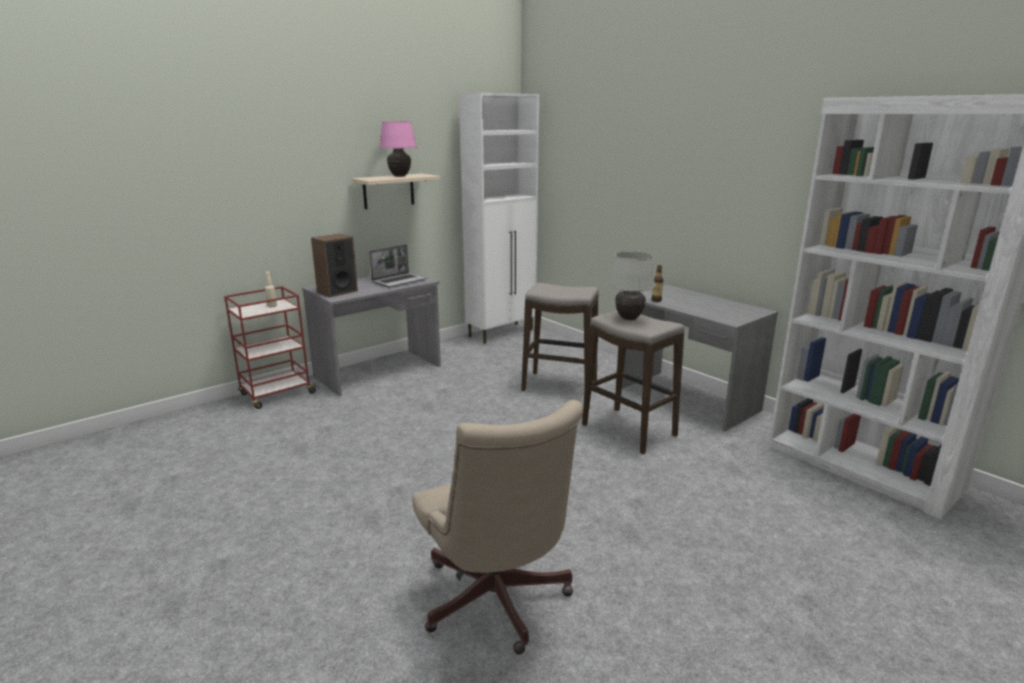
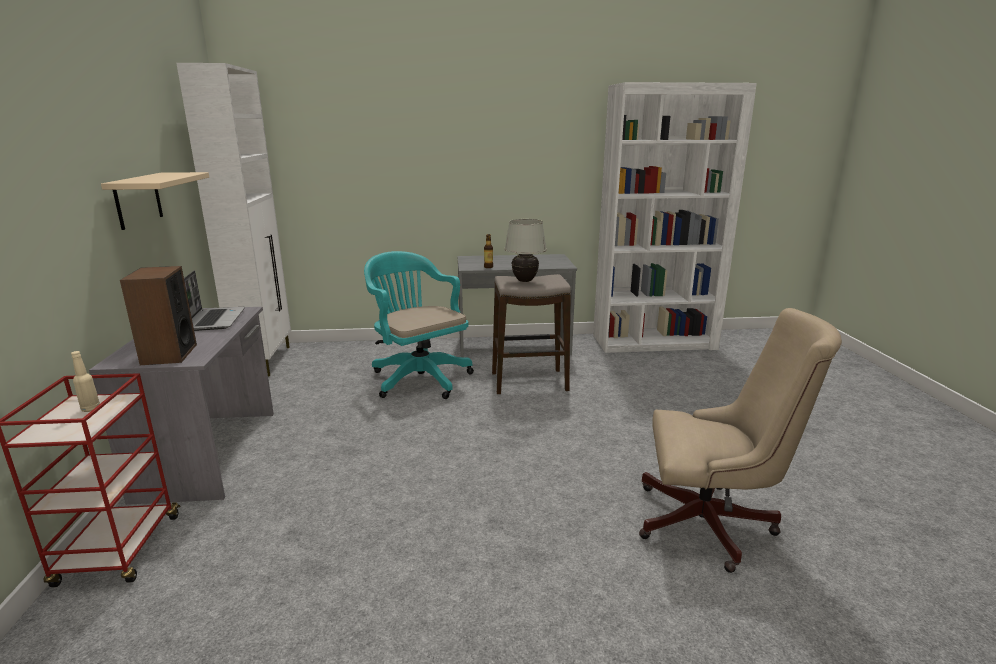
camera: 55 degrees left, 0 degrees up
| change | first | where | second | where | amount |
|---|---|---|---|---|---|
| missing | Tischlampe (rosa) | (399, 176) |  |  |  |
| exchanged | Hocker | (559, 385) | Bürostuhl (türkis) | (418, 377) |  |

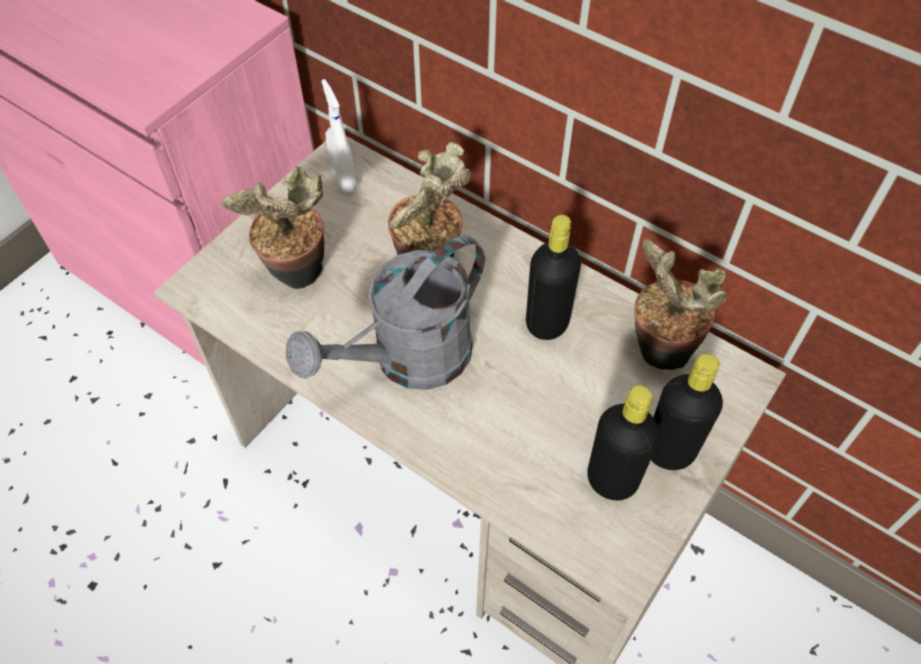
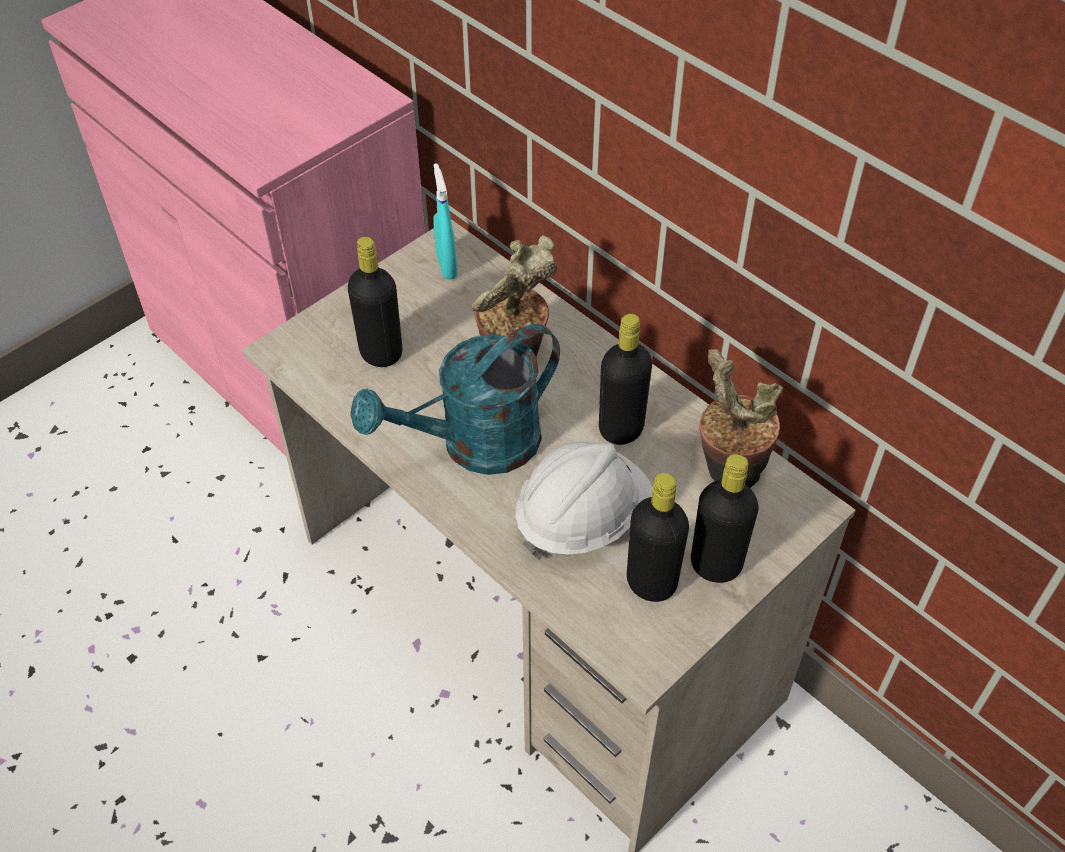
camera: 10 degrees right, 5 degrees down
| change | first | where | second | where | amount |
|---|---|---|---|---|---|
| exchanged | Topfpflanze | (296, 277) | Flasche (schwarz) | (381, 353) |  |
| colour | Gießkanne (grau) | (408, 361) | Gießkanne (türkis) | (474, 446) |  |
| colour | Sprühflasche (weiß) | (343, 179) | Sprühflasche (türkis) | (446, 266) |  |
| appeared |  |  | Schutzhelm (weiß) | (582, 517) |  |

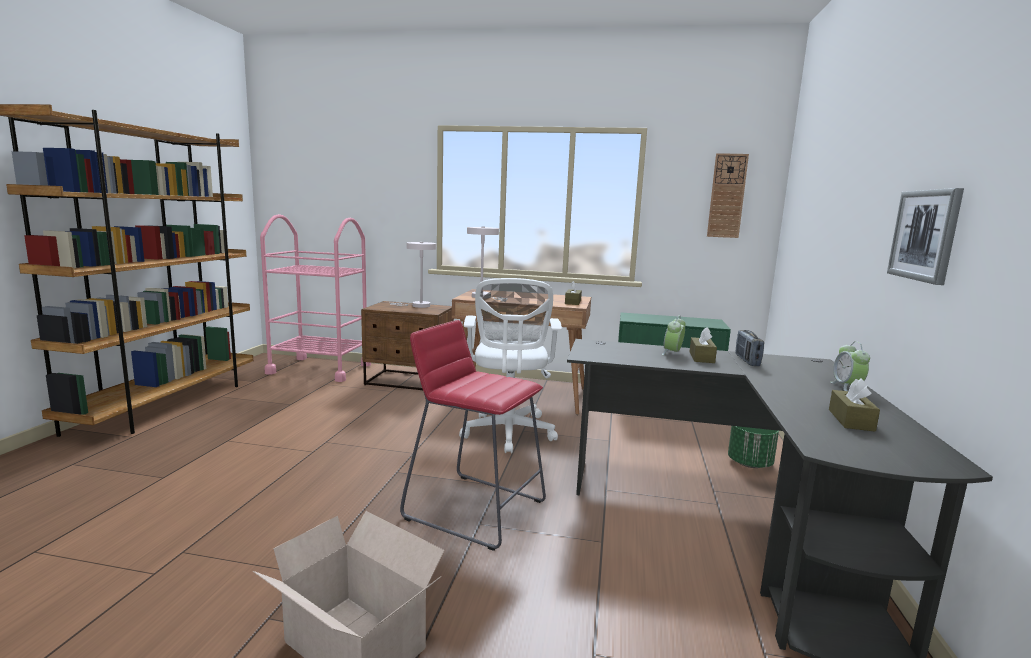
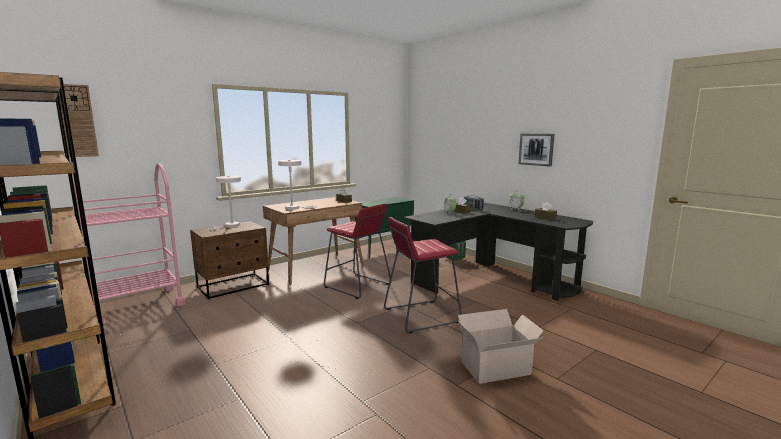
camera: 50 degrees left, 0 degrees up
| change | first | where | second | where | amount |
|---|---|---|---|---|---|
| exchanged | Bürostuhl (weiß) | (508, 433) | Hocker (rot) | (357, 286) |  |
| relocated | Wanduhr | (727, 196) |  | (77, 121) |  |

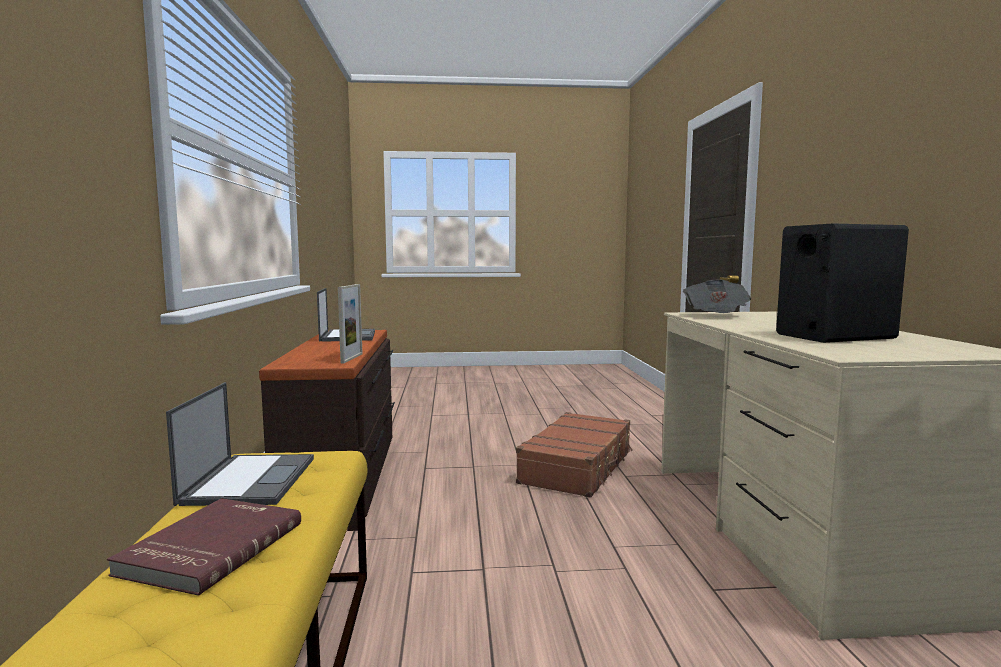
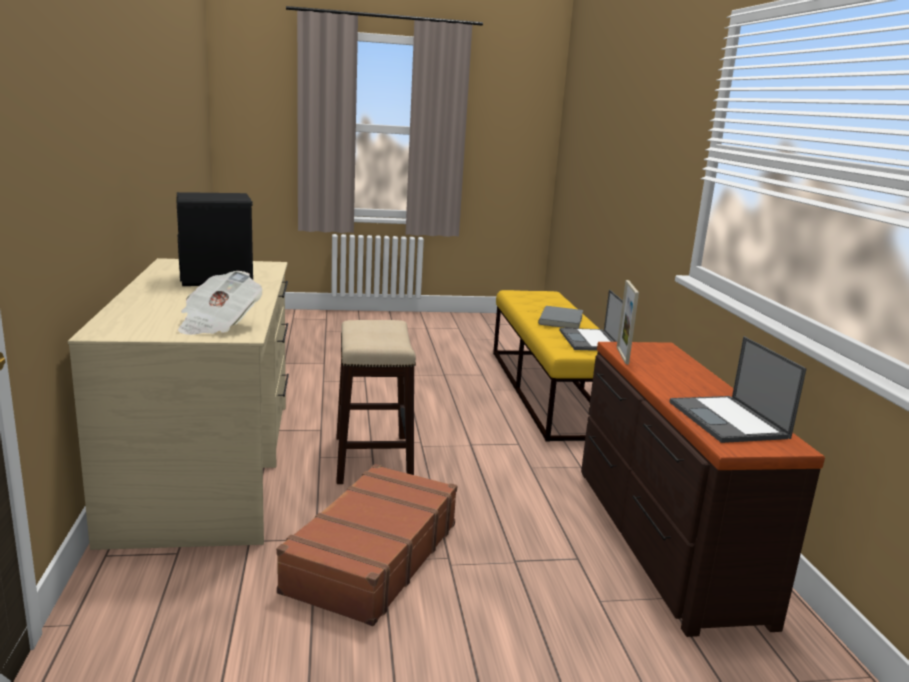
camera: 175 degrees right, 10 degrees up
| change | first | where | second | where | amount |
|---|---|---|---|---|---|
| colour | Buch (rot) | (210, 548) | Buch (grau) | (562, 320) |  |
| appeared |  |  | Hocker | (373, 459) |  |

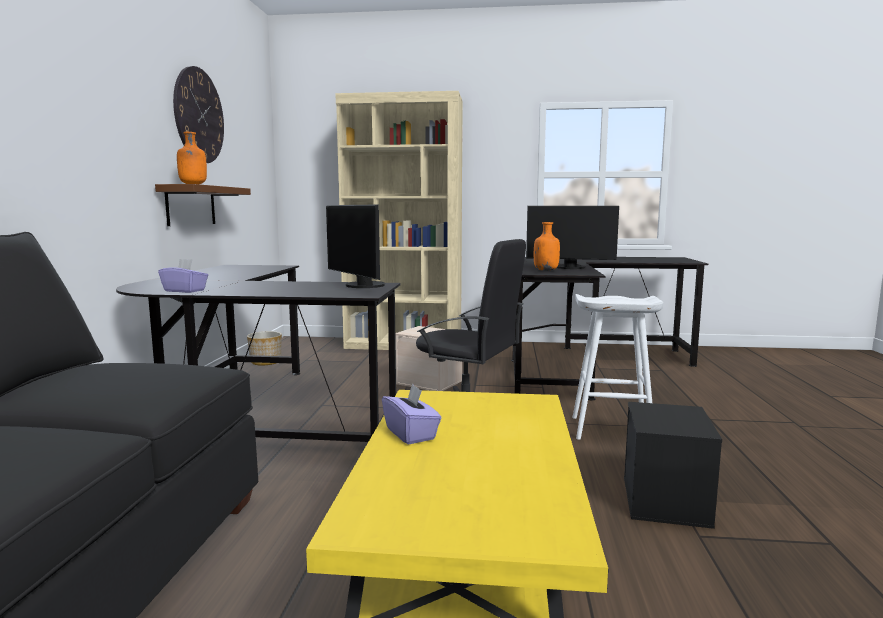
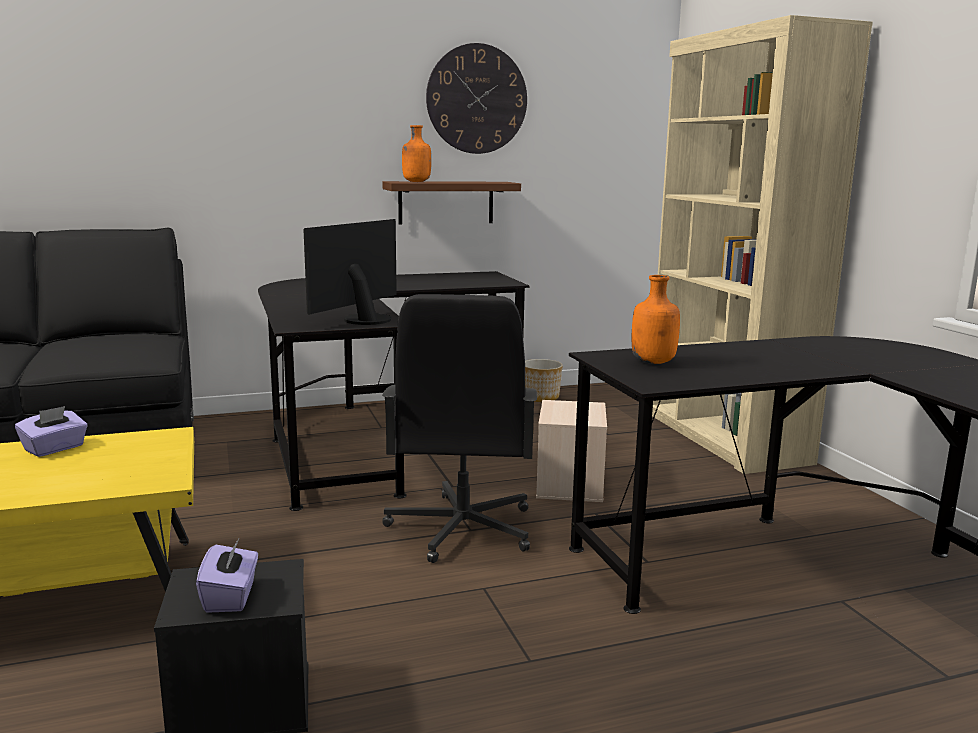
camera: 65 degrees right, 5 degrees up
| change | first | where | second | where | amount |
|---|---|---|---|---|---|
| relocated | Taschentuchbox (lila) | (185, 291) |  | (231, 597) |  |
| missing | Monitor | (570, 268) |  |  |  |
| missing | Hocker (weiß) | (610, 430) |  |  |  |

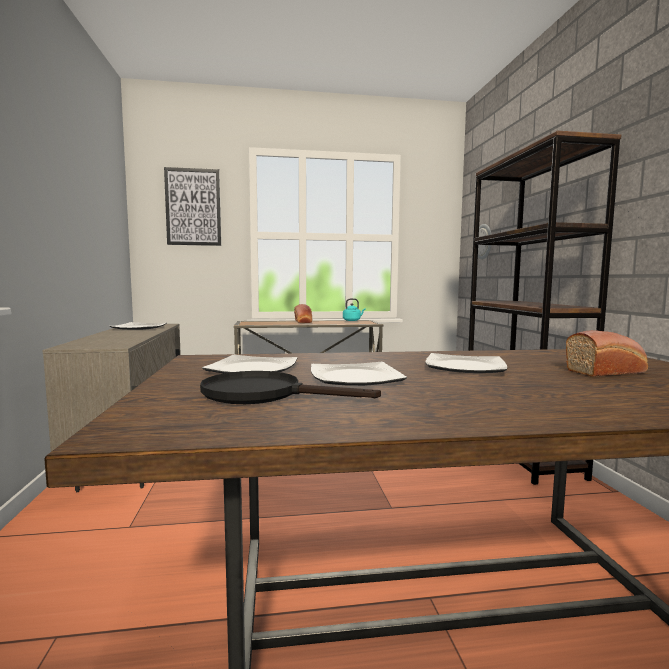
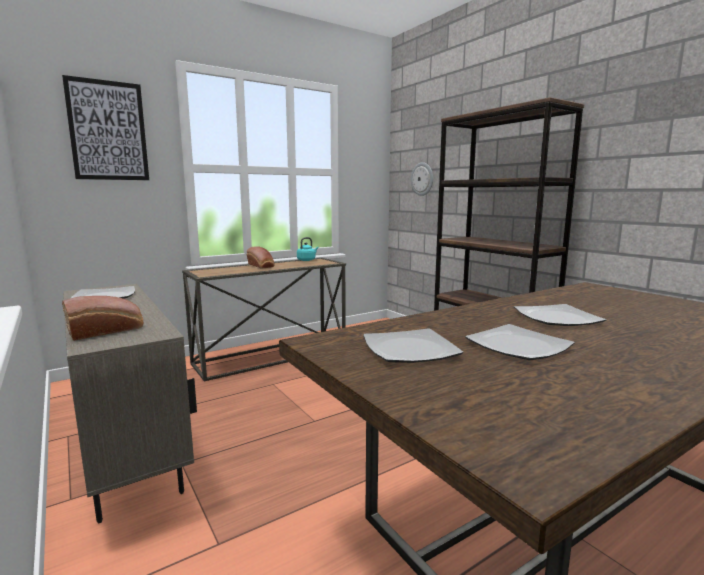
camera: 25 degrees left, 5 degrees up
| change | first | where | second | where | amount |
|---|---|---|---|---|---|
| missing | Pfanne (schwarz) | (265, 394) |  |  |  |
| relocated | Brot | (607, 371) |  | (107, 330) |  |

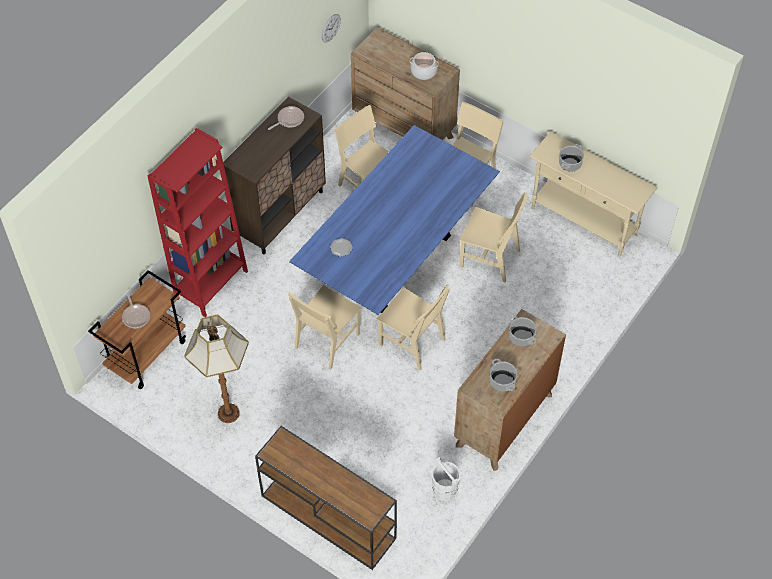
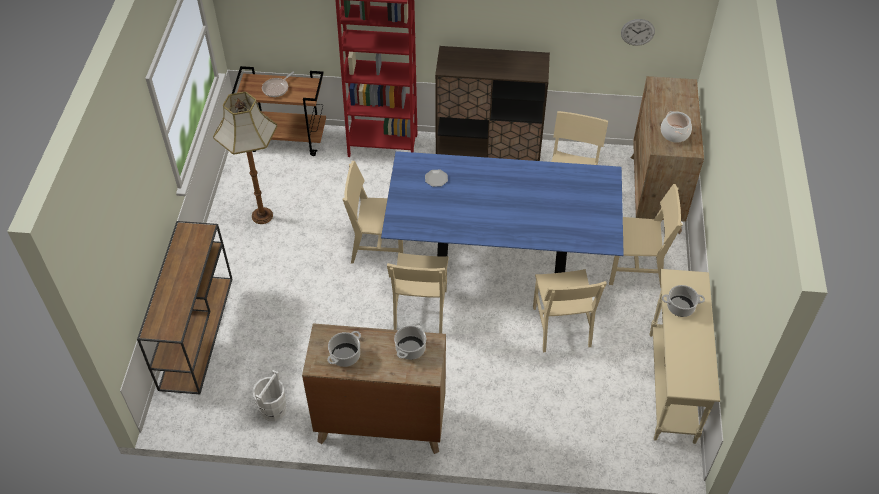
camera: 60 degrees right, 5 degrees down
| change | first | where | second | where | amount |
|---|---|---|---|---|---|
| missing | Pfanne | (289, 119) |  |  |  |

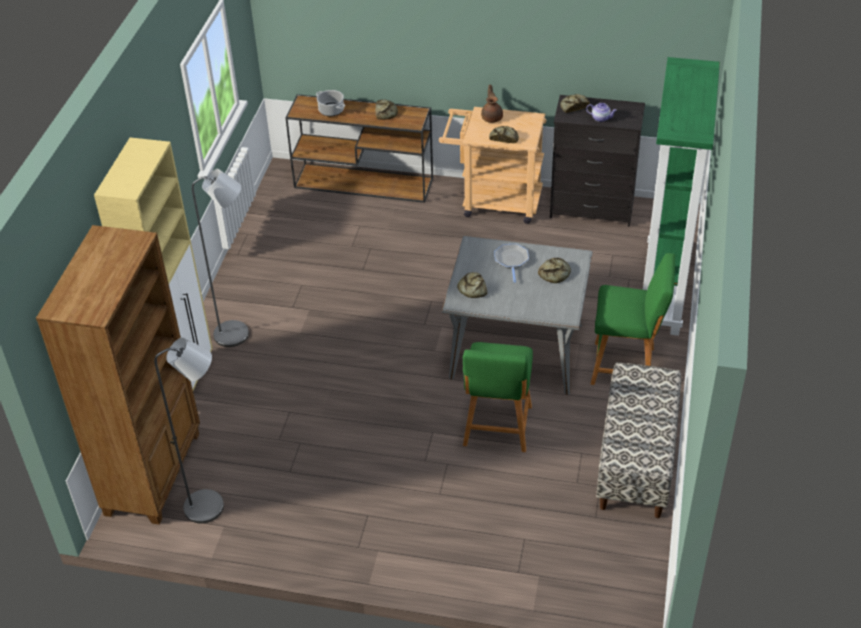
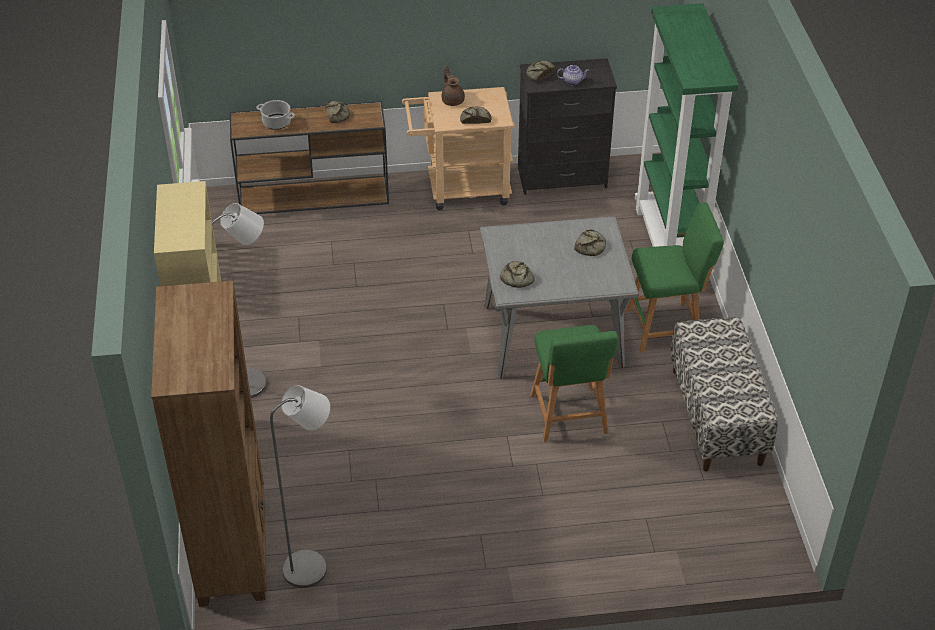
camera: 20 degrees left, 0 degrees up
| change | first | where | second | where | amount |
|---|---|---|---|---|---|
| missing | Pfanne | (511, 261) |  |  |  |

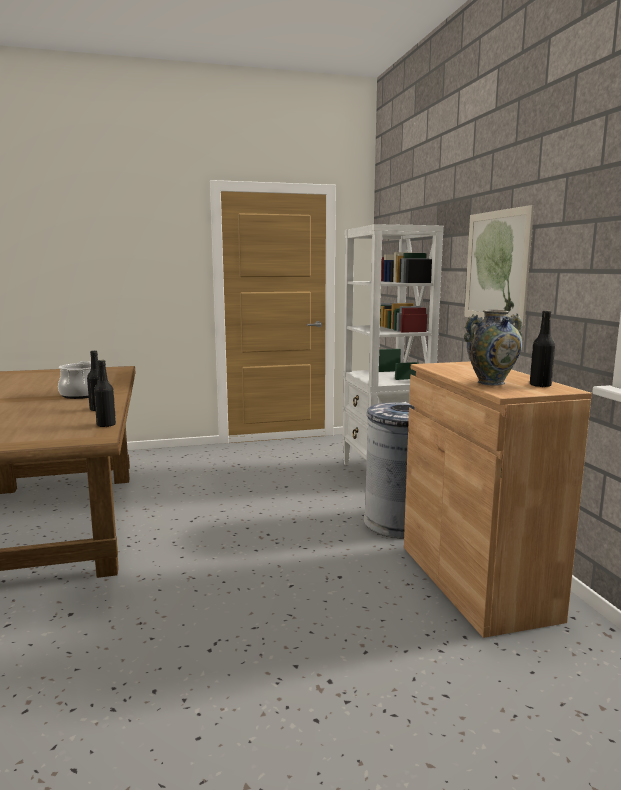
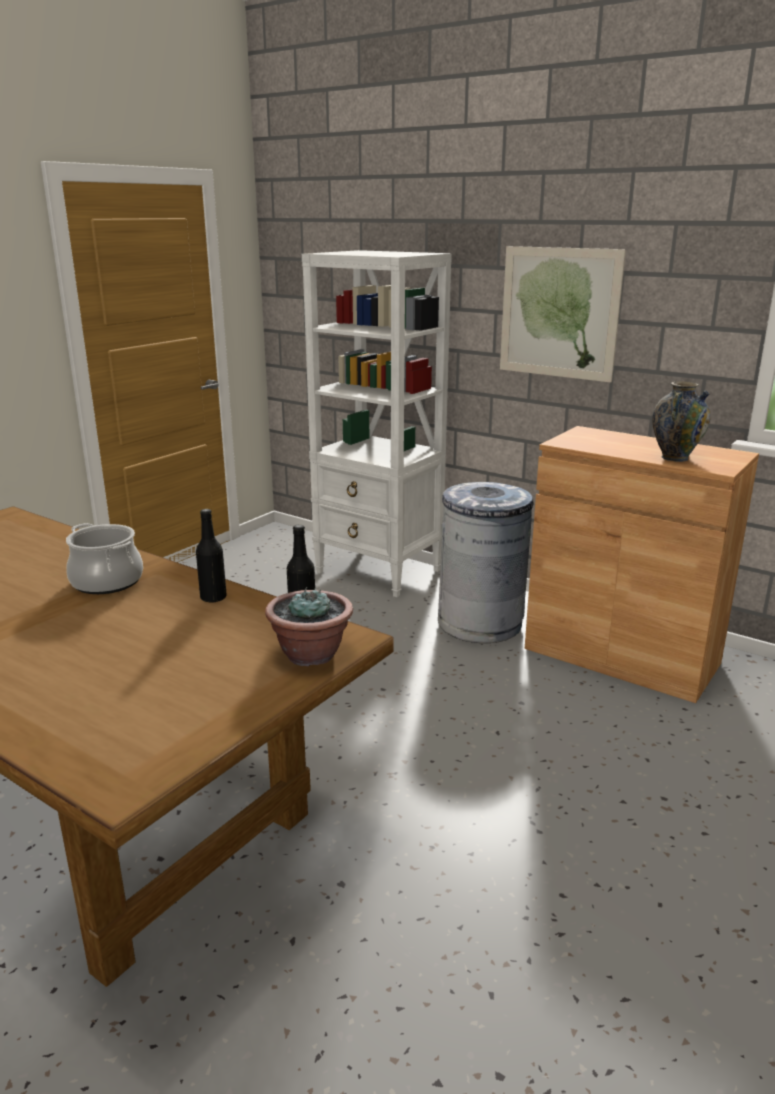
camera: 40 degrees left, 10 degrees up
| change | first | where | second | where | amount |
|---|---|---|---|---|---|
| missing | Flasche (schwarz) | (540, 385) |  |  |  |
| appeared |  |  | Topfpflanze | (310, 654) |  |

